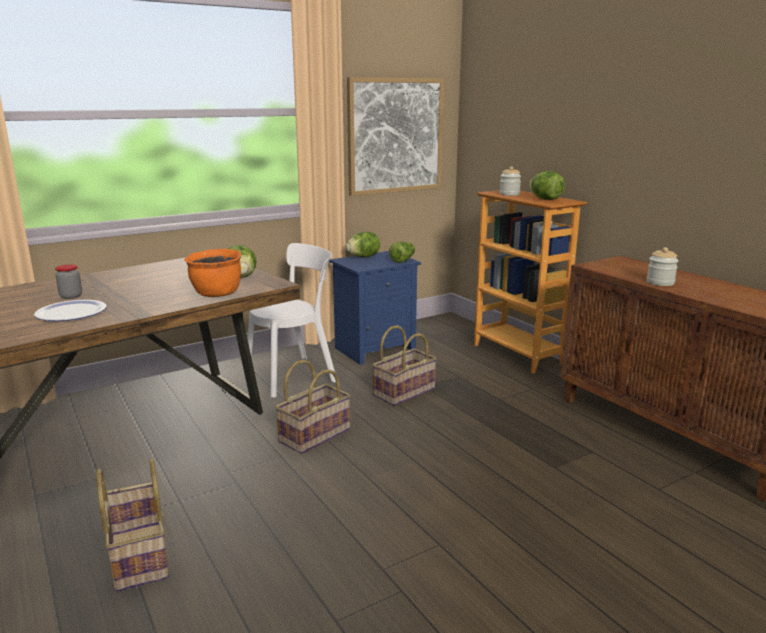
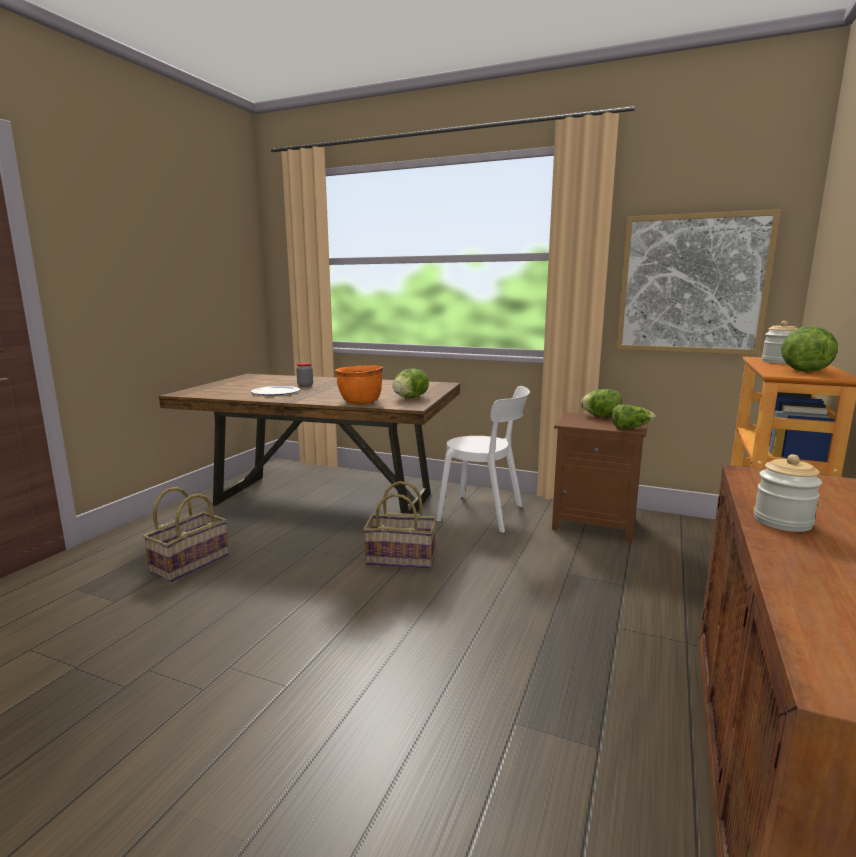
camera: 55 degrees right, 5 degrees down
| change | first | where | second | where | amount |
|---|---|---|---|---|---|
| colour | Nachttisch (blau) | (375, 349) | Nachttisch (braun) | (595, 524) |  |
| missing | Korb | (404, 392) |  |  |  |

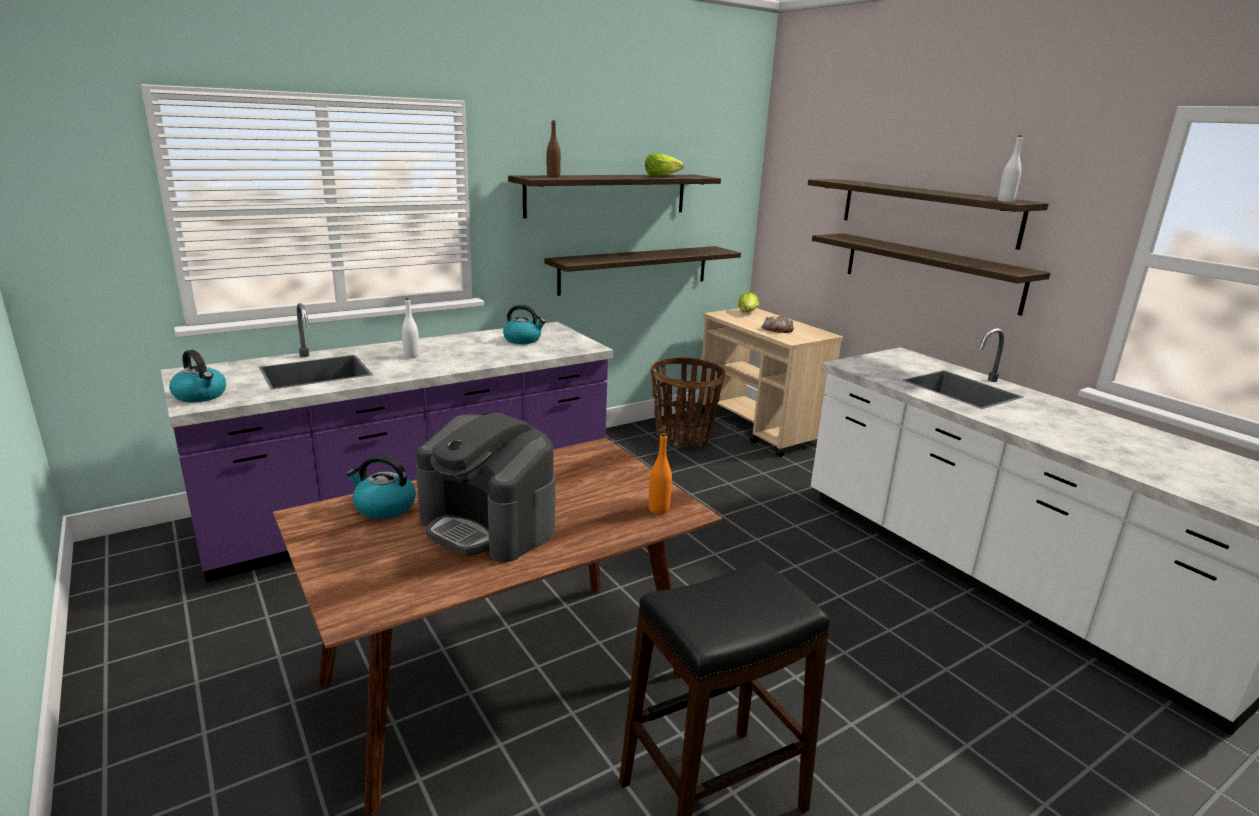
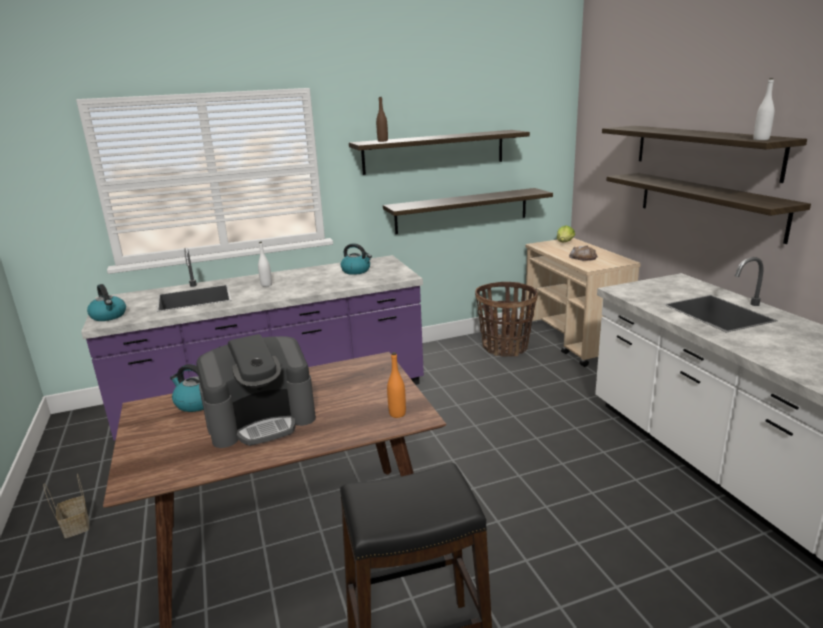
camera: 15 degrees right, 0 degrees up
| change | first | where | second | where | amount |
|---|---|---|---|---|---|
| spun | Kaffeemaschine | (489, 525) |  | (262, 420) | 75 degrees counterclockwise |
| missing | Salatkopf | (661, 176) |  |  |  |
| appeared |  |  | Korb | (75, 525) |  |

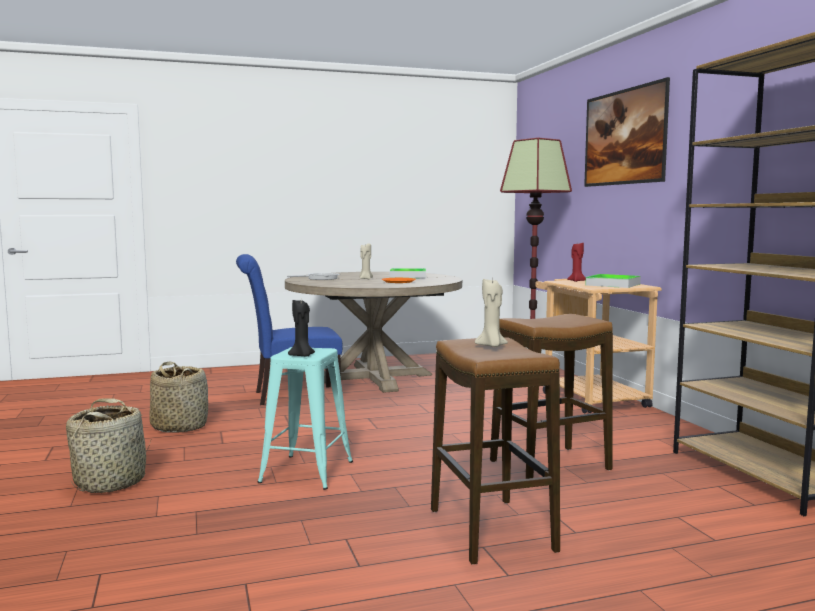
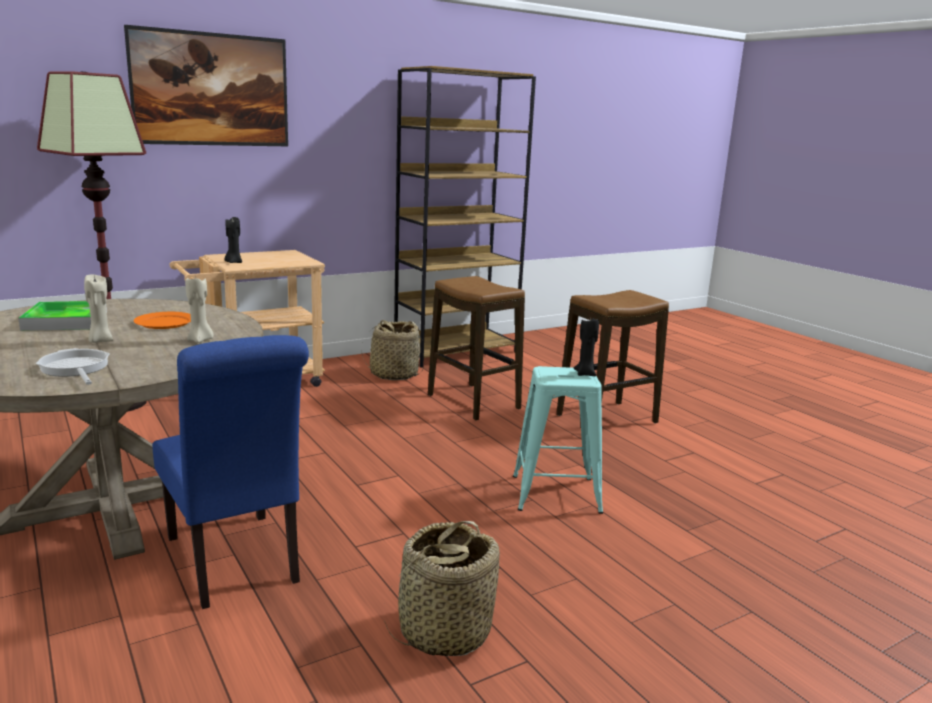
camera: 105 degrees left, 10 degrees up
| change | first | where | second | where | amount |
|---|---|---|---|---|---|
| relocated | Korb | (111, 482) |  | (394, 374) |  |
| relocated | Kerze (beige) | (491, 346) |  | (200, 340) |  |
| colour | Kerze (rot) | (576, 281) | Kerze (schwarz) | (234, 262) |  |
| missing | Tablett | (613, 284) |  |  |  |

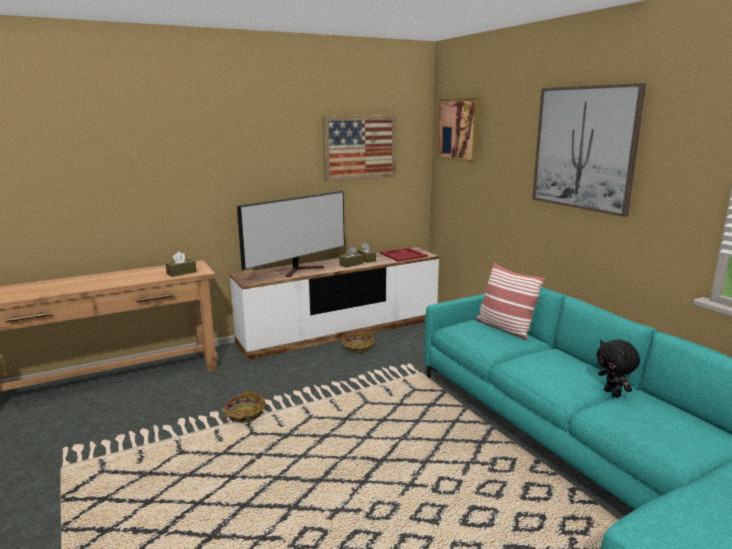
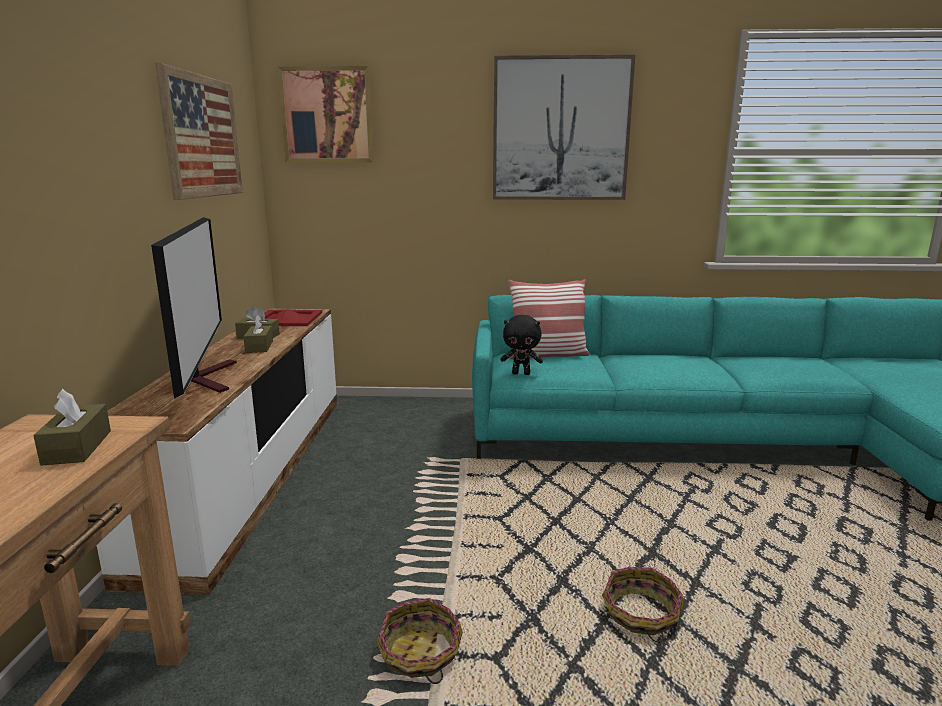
camera: 60 degrees left, 0 degrees up
| change | first | where | second | where | amount |
|---|---|---|---|---|---|
| relocated | Korb | (357, 348) |  | (640, 615) |  |
| relocated | Plüschtier (schwarz) | (613, 393) |  | (521, 373) |  |

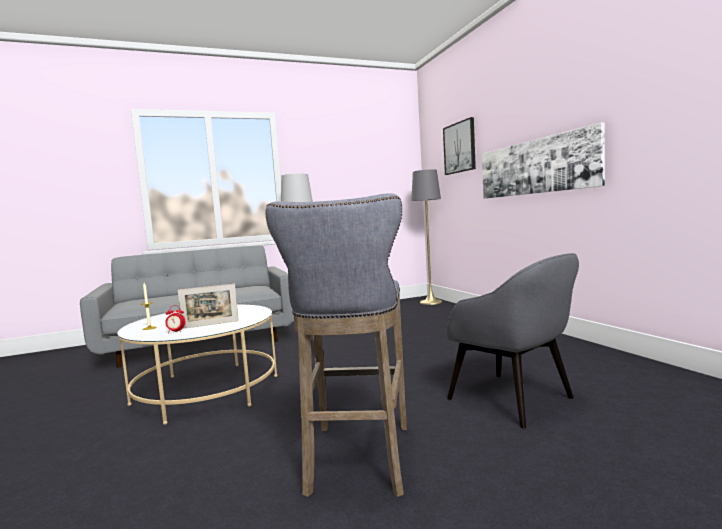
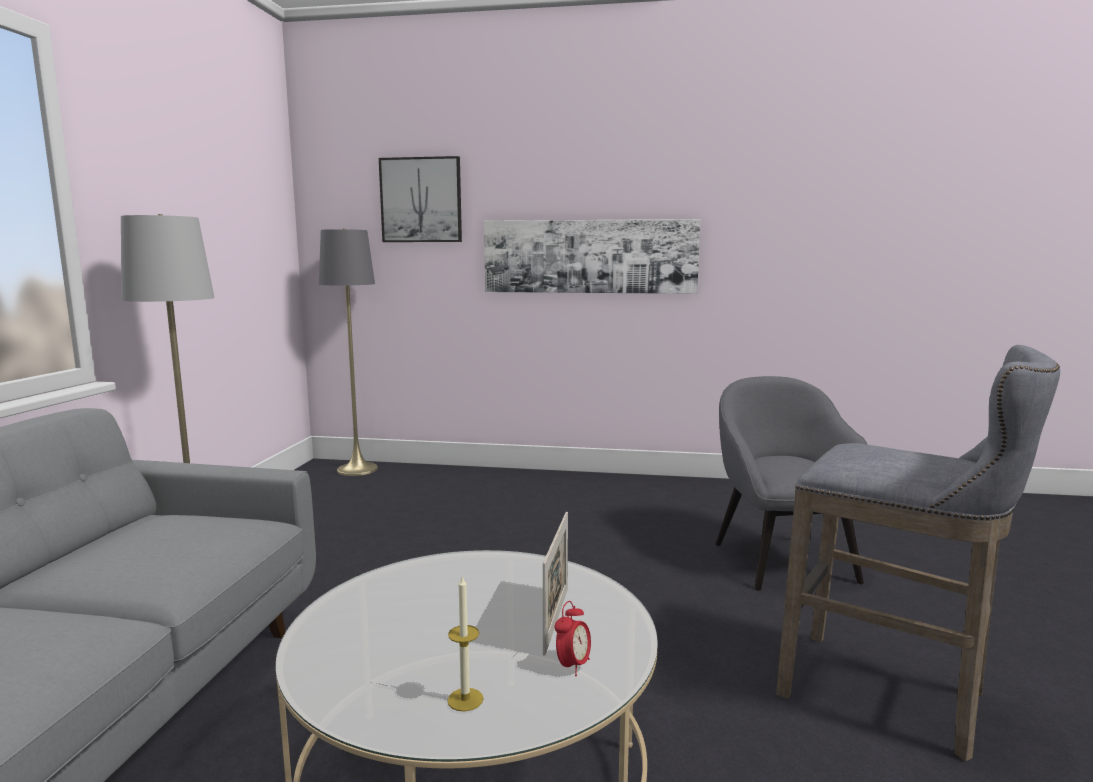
camera: 60 degrees left, 5 degrees up
| change | first | where | second | where | amount |
|---|---|---|---|---|---|
| spun | Sessel (grau) | (512, 399) |  | (782, 560) | 90 degrees counterclockwise |

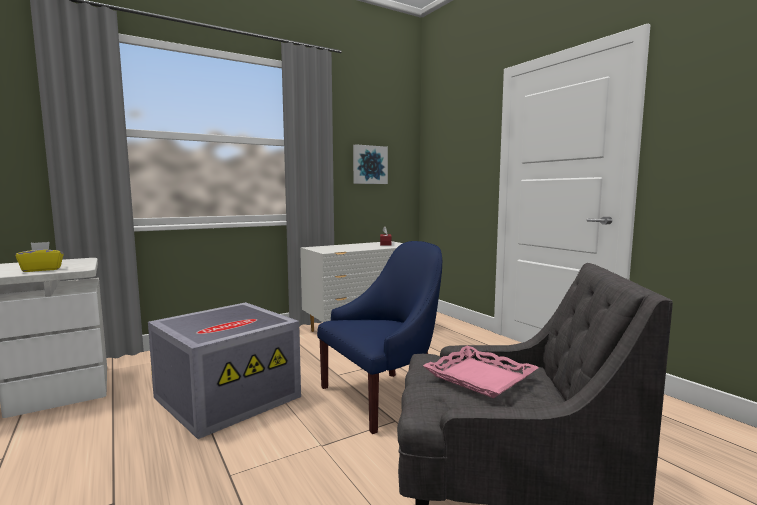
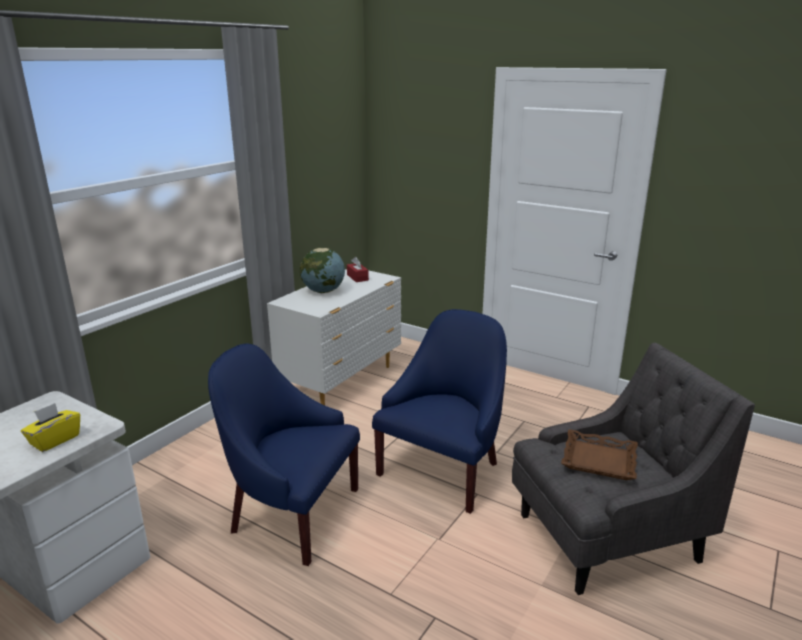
camera: 25 degrees left, 15 degrees up
| change | first | where | second | where | amount |
|---|---|---|---|---|---|
| exchanged | Aufbewahrungsbox (grau) | (228, 396) | Sessel (blau) | (291, 513) |  |
| missing | Bild | (369, 165) |  |  |  |
| colour | Tablett (rosa) | (480, 377) | Tablett (braun) | (599, 460) |  |
| appeared |  |  | Globus | (323, 291) |  |

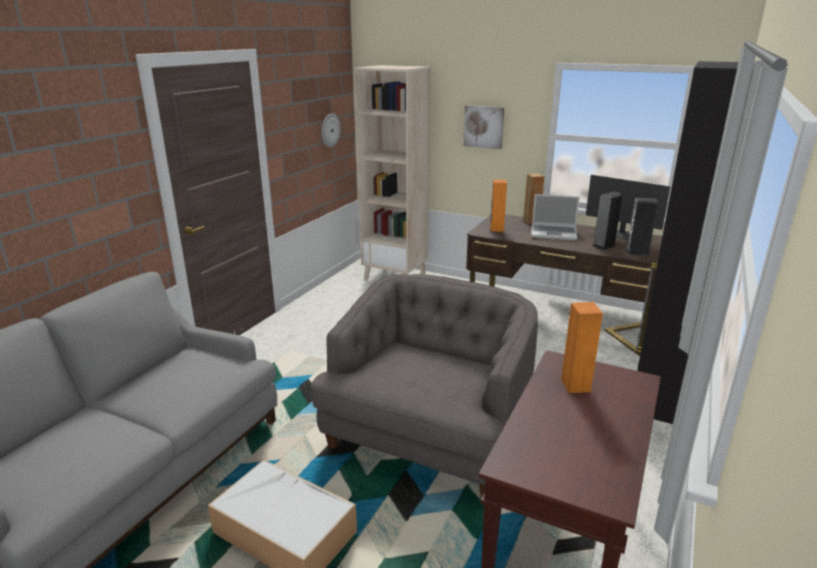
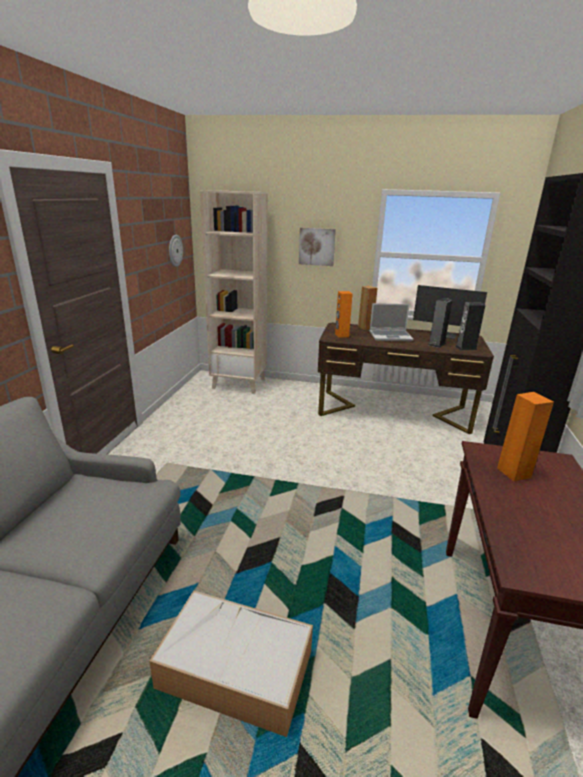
camera: 15 degrees left, 0 degrees up
| change | first | where | second | where | amount |
|---|---|---|---|---|---|
| missing | Sessel (grau) | (428, 435) |  |  |  |

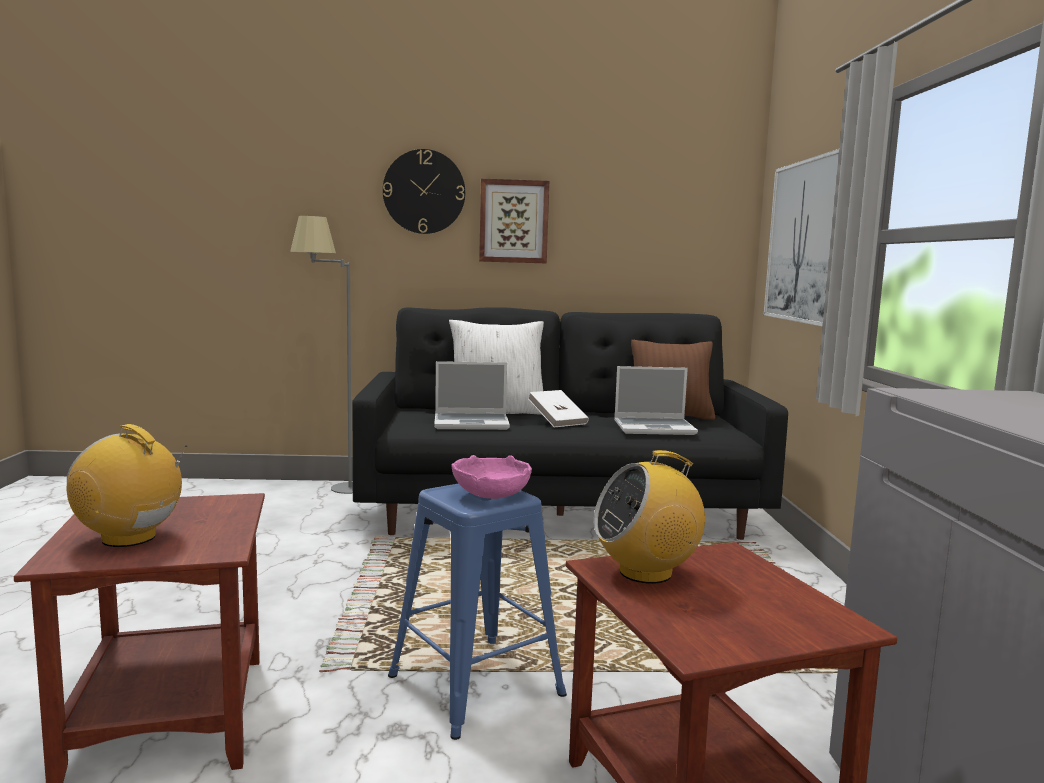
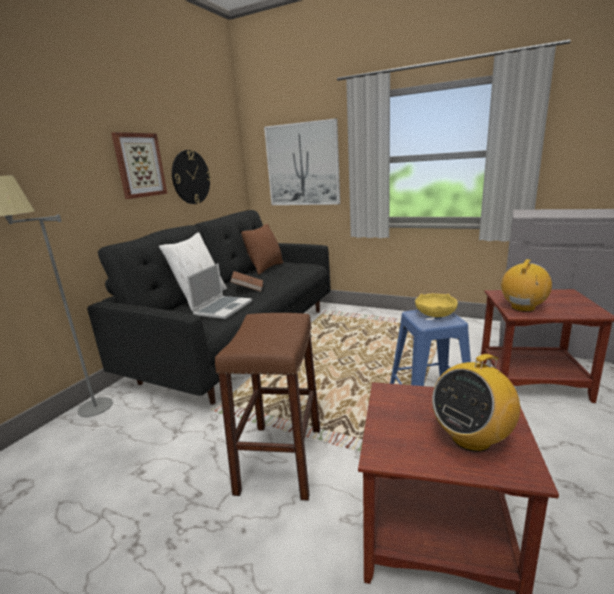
camera: 60 degrees left, 10 degrees up
| change | first | where | second | where | amount |
|---|---|---|---|---|---|
| relocated | Wanduhr | (424, 192) |  | (191, 177) |  |
| colour | Schüssel (rosa) | (491, 494) | Schüssel (gelb) | (436, 314) |  |
| colour | Buch (weiß) | (557, 421) | Buch (braun) | (248, 289) |  |
| spun | Radio | (646, 572) |  | (522, 308) | 150 degrees counterclockwise |
| missing | Laptop | (655, 428) |  |  |  |
| appeared |  |  | Hocker (braun) | (280, 459) |  |

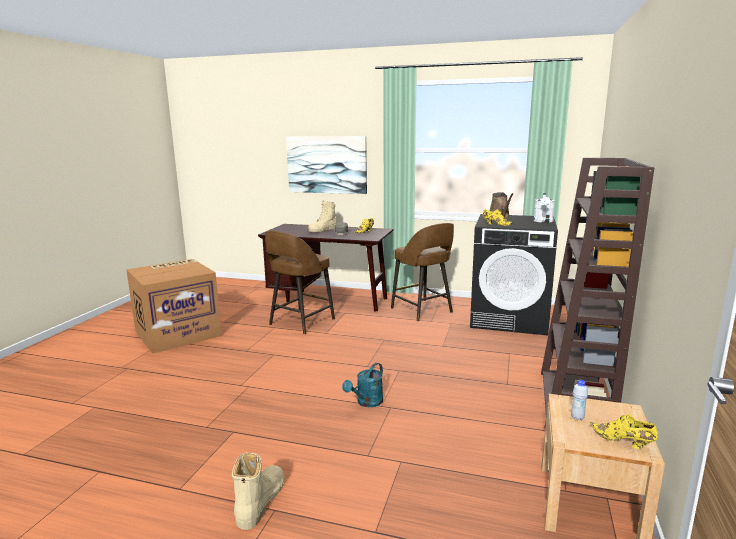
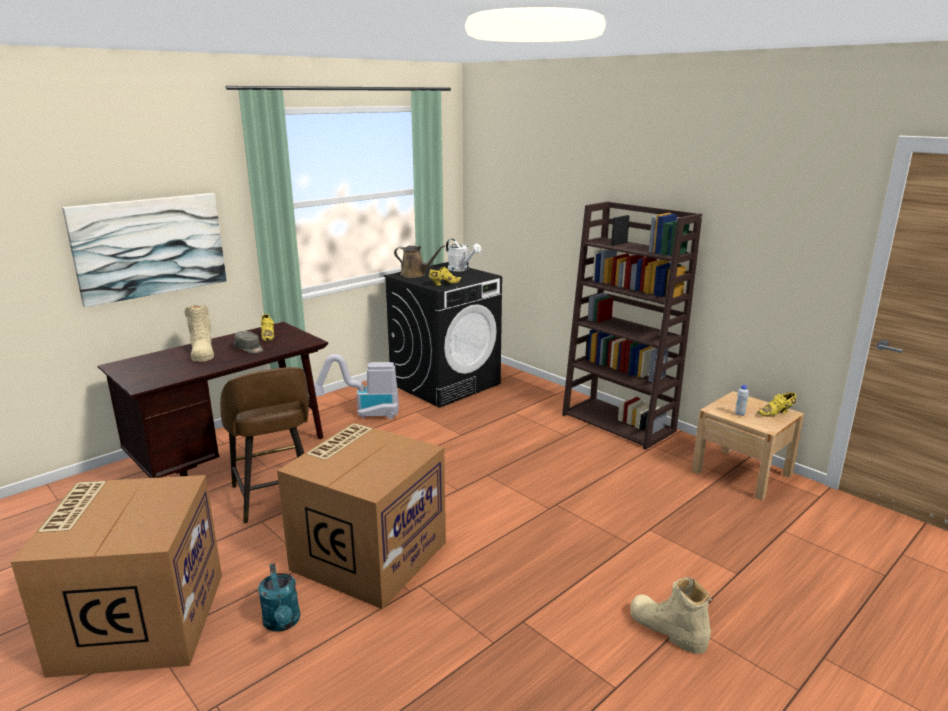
camera: 60 degrees left, 5 degrees up
| change | first | where | second | where | amount |
|---|---|---|---|---|---|
| relocated | Gießkanne (türkis) | (367, 402) |  | (283, 623) |  |
| exchanged | Hocker (braun) | (422, 311) | Staubsauger | (363, 413) |  |
| appeared |  |  | Karton | (369, 554) |  |

